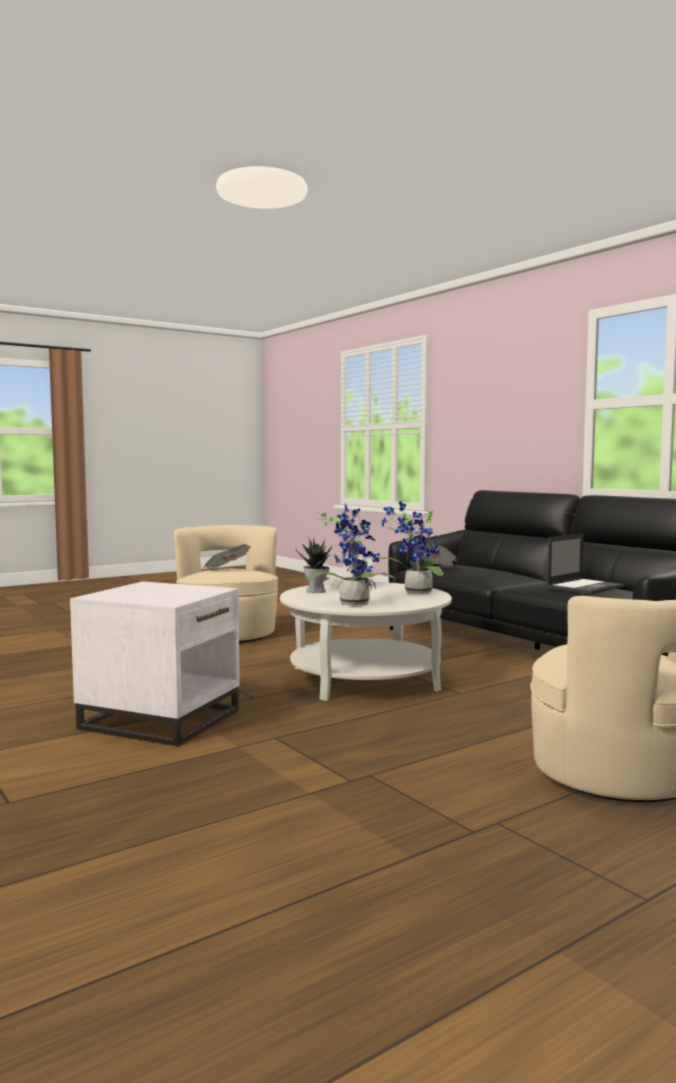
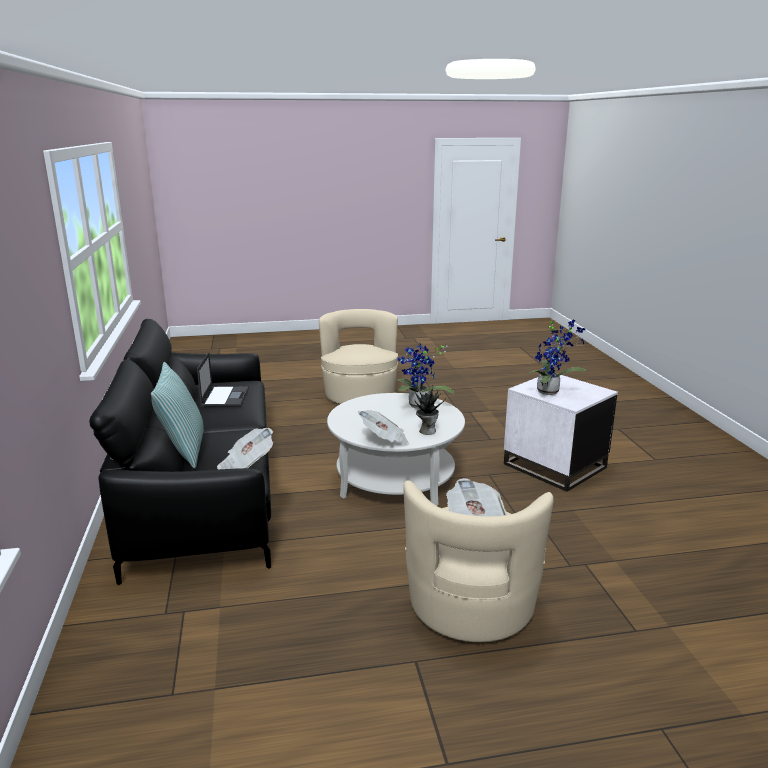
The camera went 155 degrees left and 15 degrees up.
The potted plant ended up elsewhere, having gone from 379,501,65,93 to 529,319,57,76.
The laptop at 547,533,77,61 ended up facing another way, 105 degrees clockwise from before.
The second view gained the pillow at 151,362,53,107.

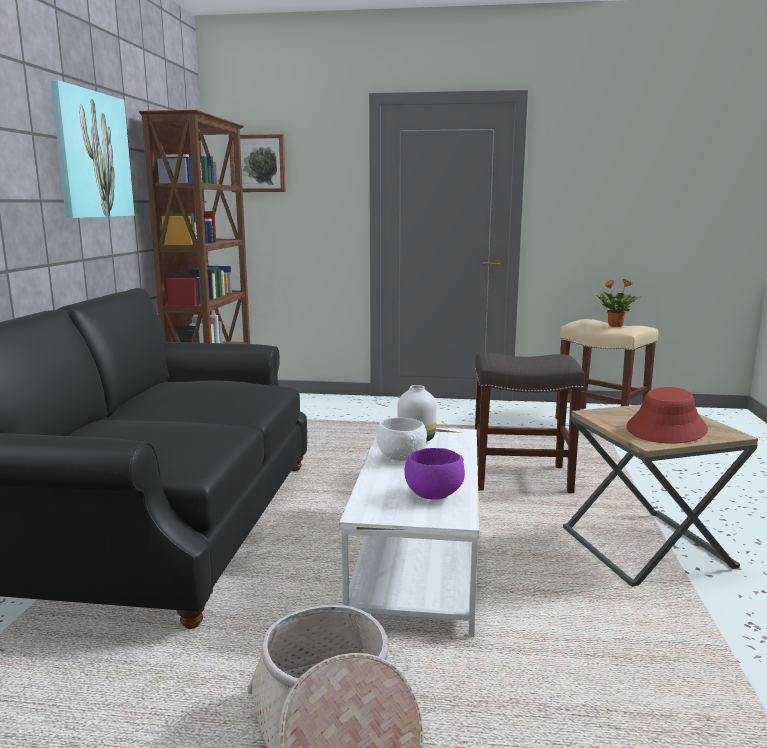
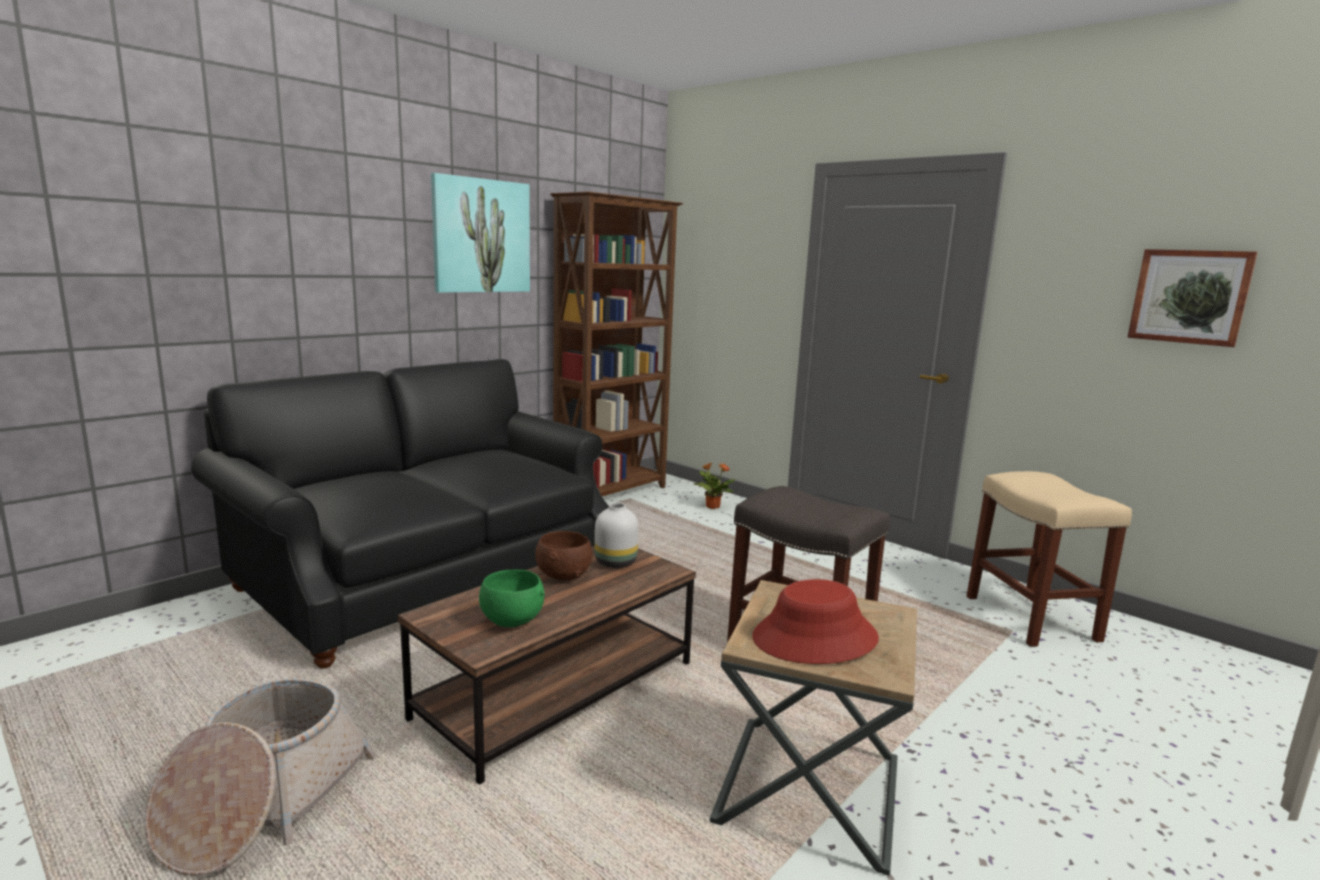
The camera went 35 degrees right and 0 degrees up.
The picture ended up elsewhere, having gone from 229,134,57,58 to 1127,249,131,98.
The potted plant ended up elsewhere, having gone from 596,278,43,49 to 693,462,43,47.
What was the bowl (white) at 376,417,51,44 turned into the bowl (brown) at 535,531,57,49.
What was the coffee table (white) at 339,428,140,209 turned into the coffee table (brown) at 397,546,299,239.
What was the bowl (purple) at 404,448,61,52 turned into the bowl (green) at 479,570,65,57.

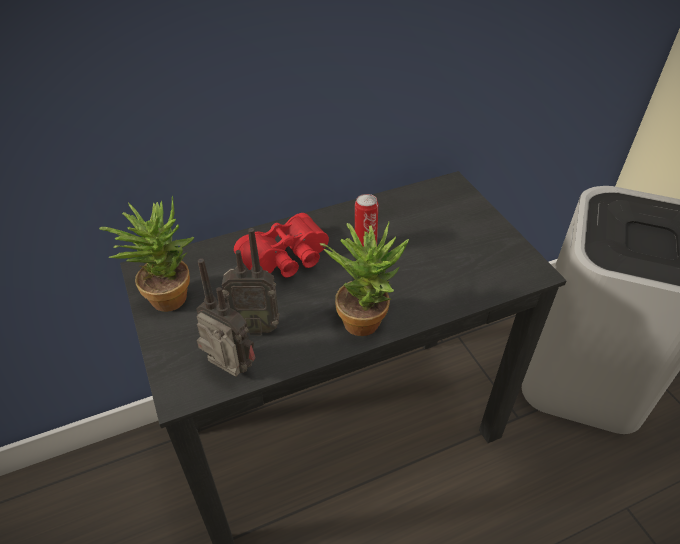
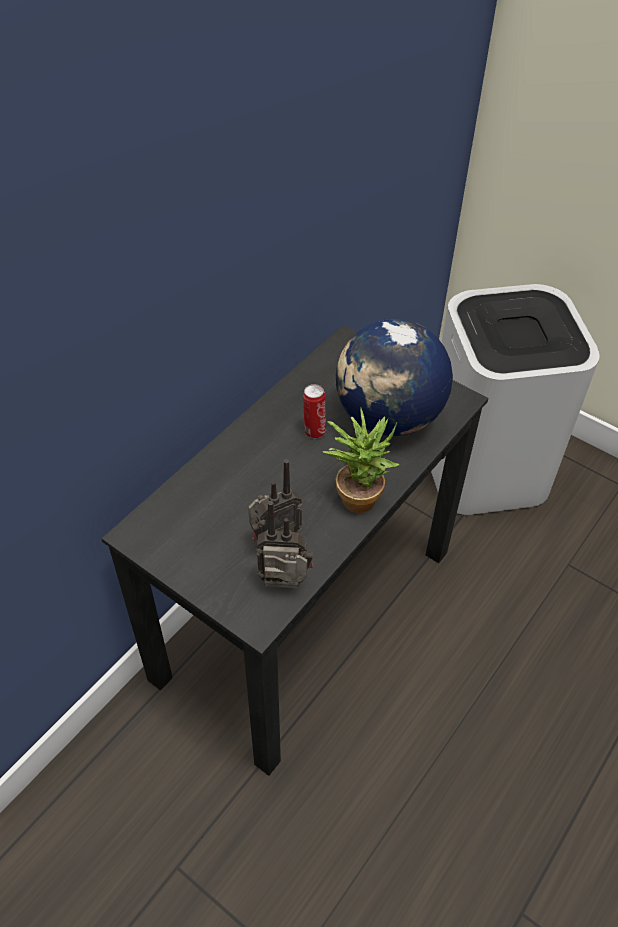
The camera went 30 degrees left and 5 degrees up.
The second view lost the potted plant at 99,196,96,116.
The second view lost the binoculars (red) at 234,213,95,65.
The second view gained the globe at 336,319,117,117.

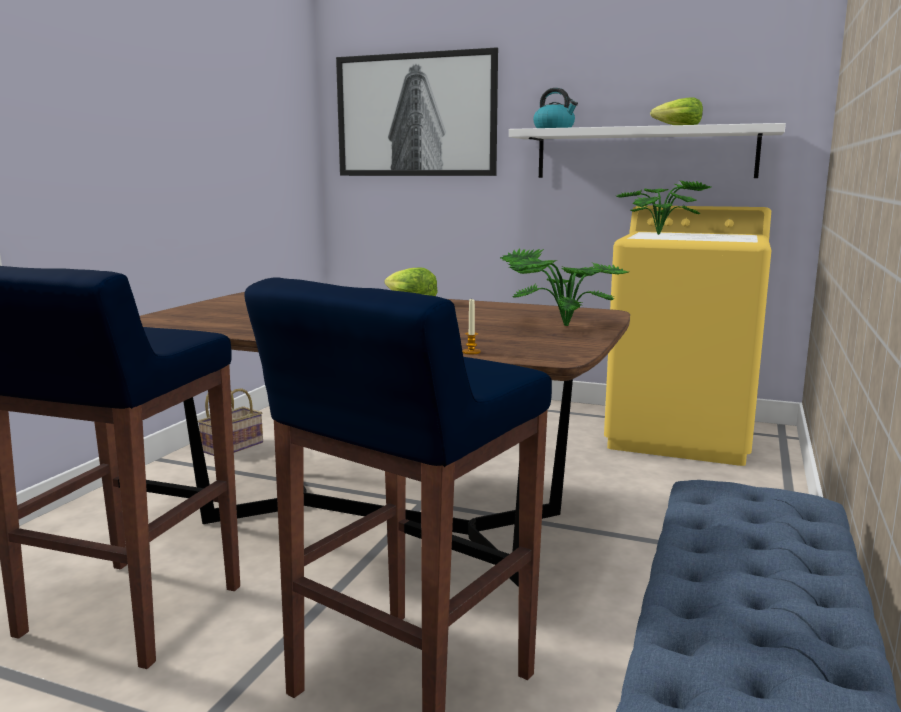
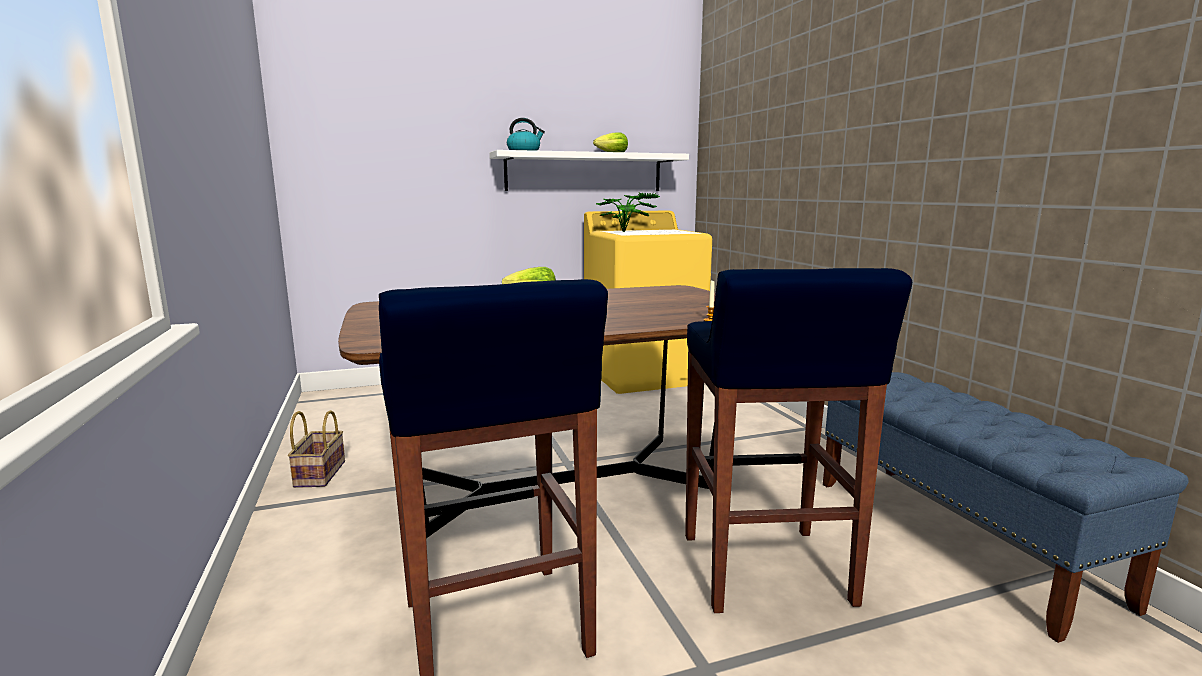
The camera went 40 degrees left and 0 degrees up.
The second view lost the picture at 336,47,162,129.
The second view lost the potted plant at 500,249,129,78.

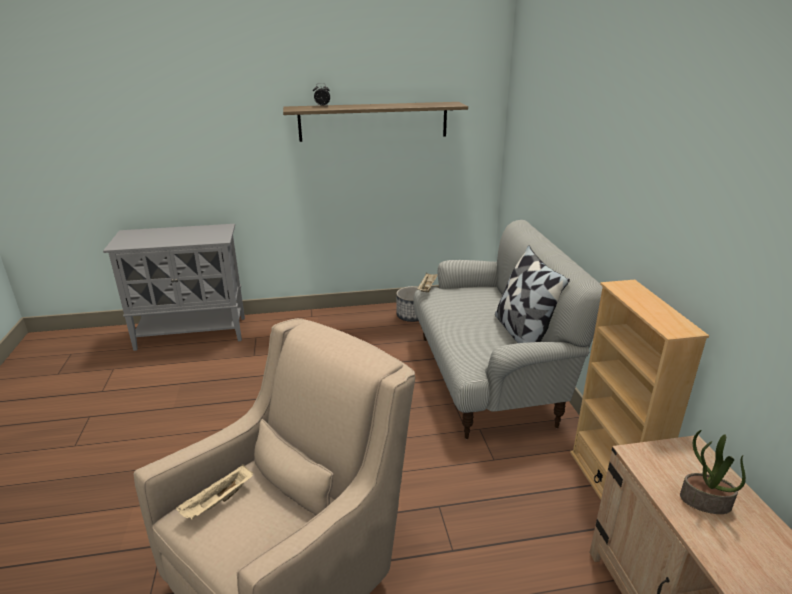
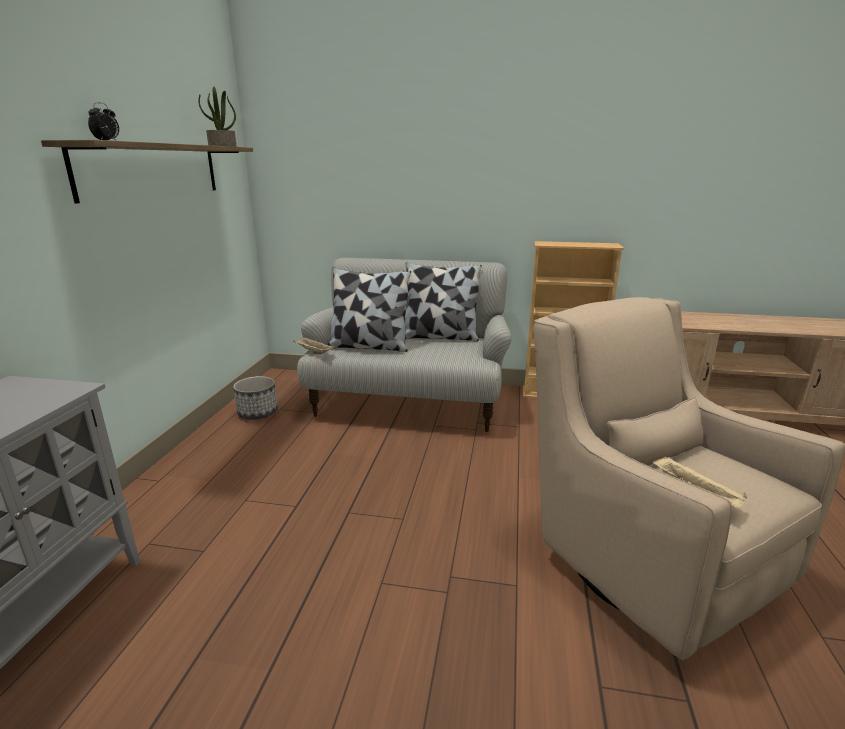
The camera went 70 degrees left and 5 degrees down.
The potted plant ended up elsewhere, having gone from 680,430,66,84 to 198,86,38,61.
The second view gained the pillow at 327,267,84,85.

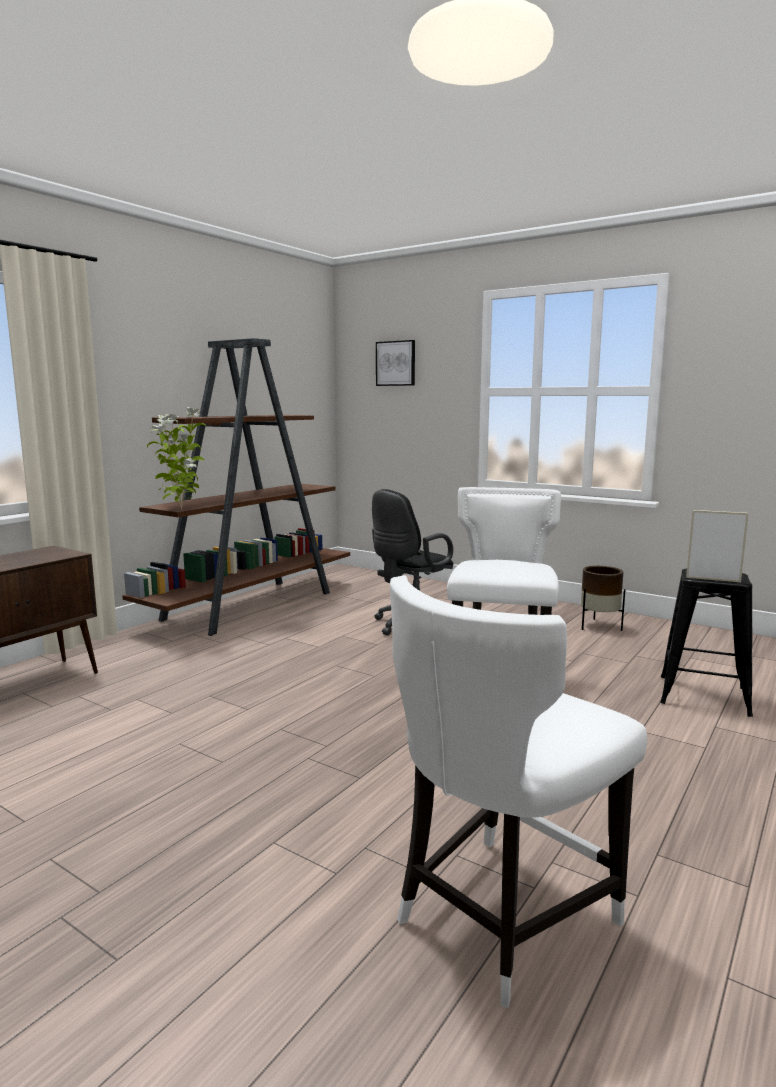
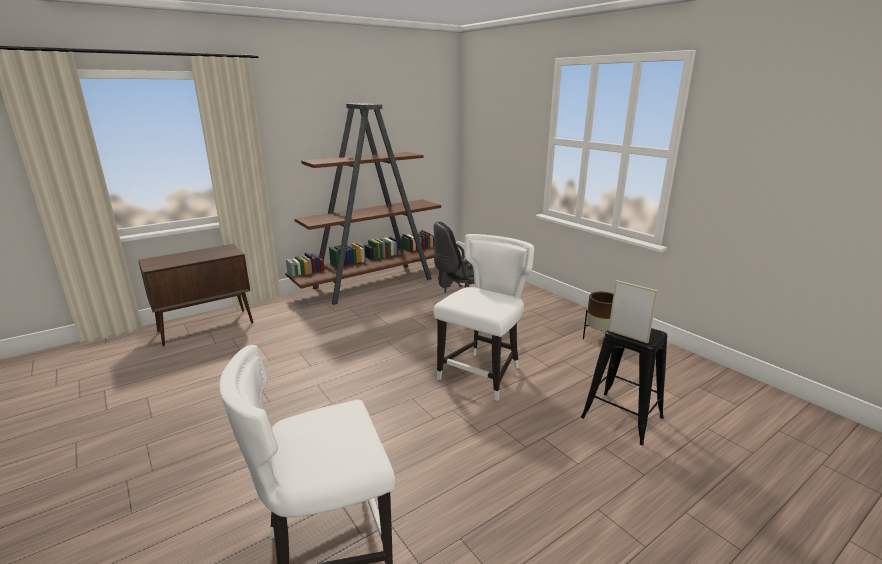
The camera went 20 degrees right and 10 degrees up.
The second view lost the picture at 376,340,39,46.
The second view lost the potted plant at 147,407,59,103.

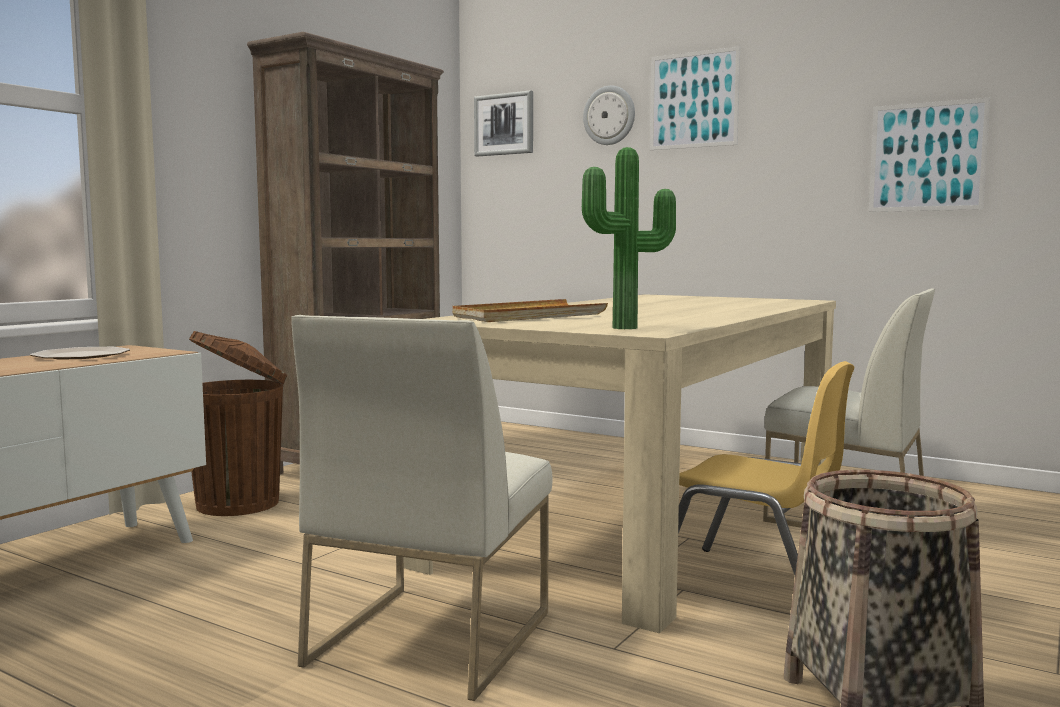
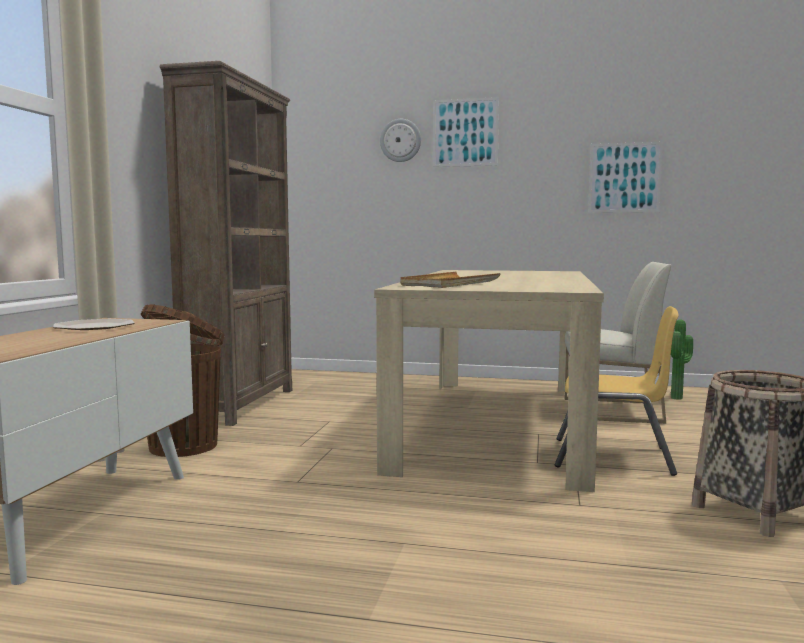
The camera went 20 degrees left and 0 degrees up.
The second view lost the picture at 474,90,59,66.
The potted plant ended up elsewhere, having gone from 582,147,94,182 to 671,320,22,80.
The second view lost the chair (white) at 291,315,261,386.

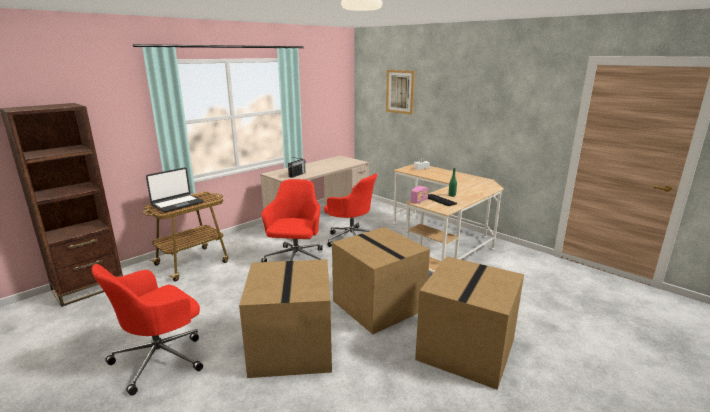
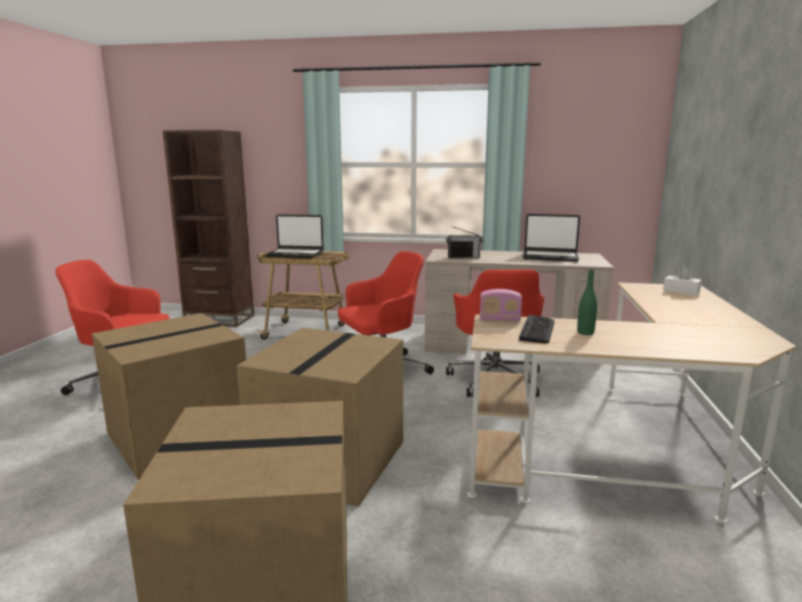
The camera went 55 degrees right and 5 degrees down.
The second view lost the picture at 386,70,29,45.
The second view gained the laptop at 523,214,57,48.

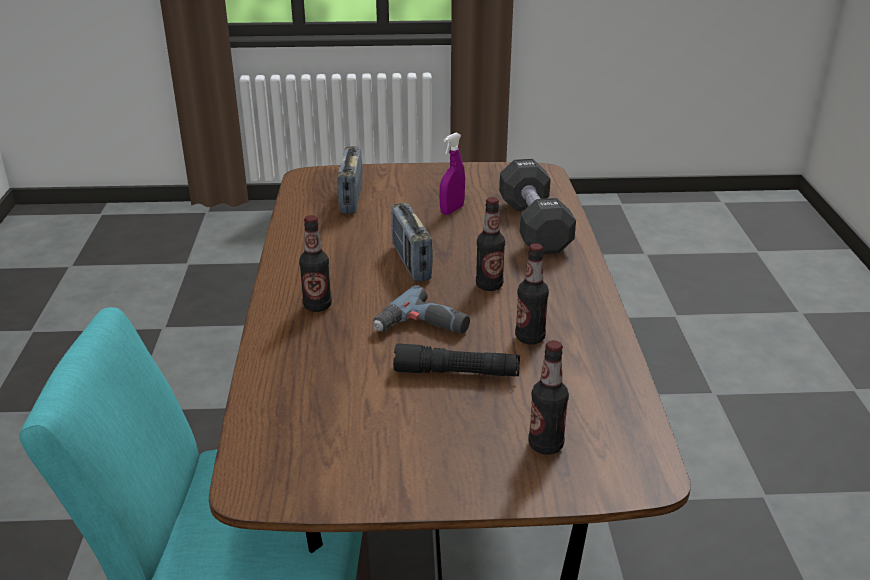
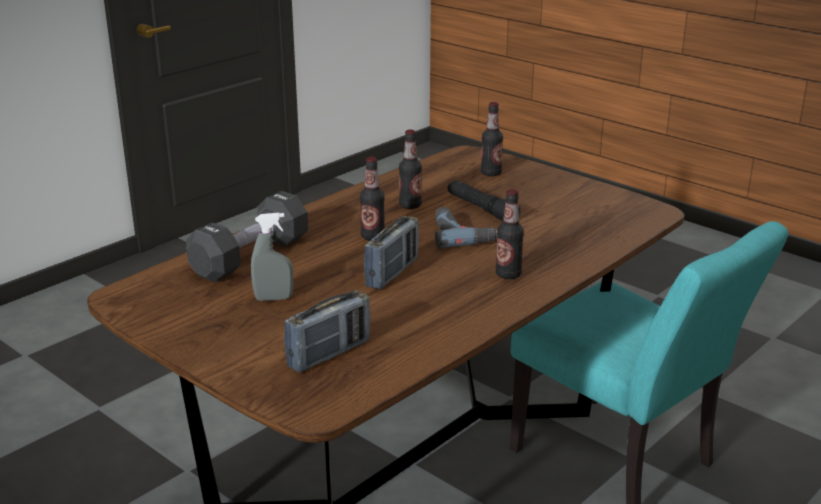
The camera went 135 degrees left and 5 degrees down.
What was the spray bottle (purple) at 439,133,26,82 turned into the spray bottle (grey) at 251,213,42,88.

